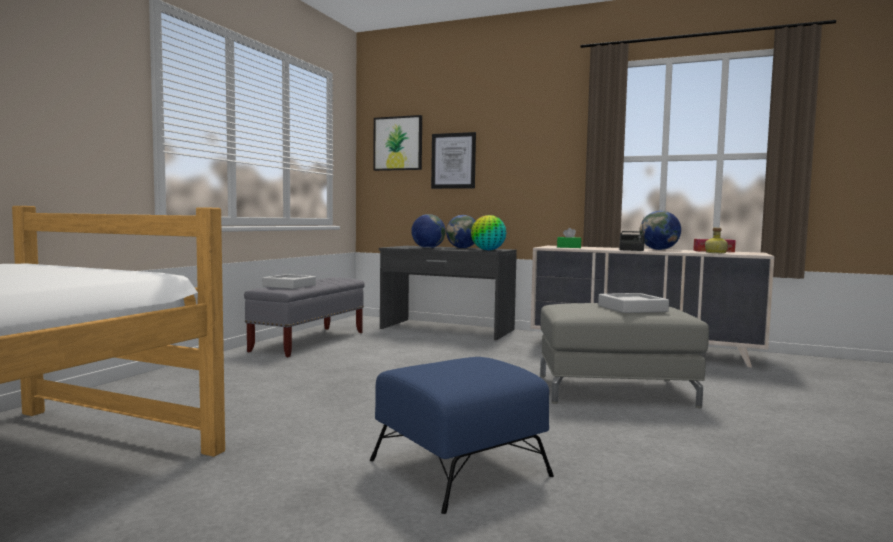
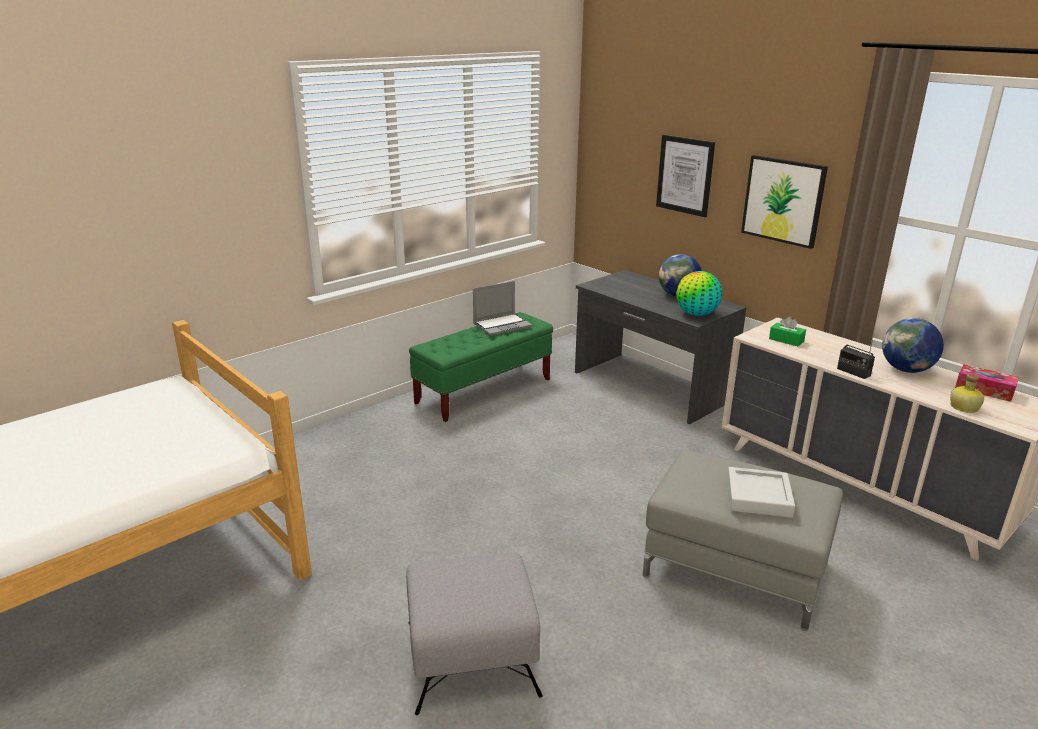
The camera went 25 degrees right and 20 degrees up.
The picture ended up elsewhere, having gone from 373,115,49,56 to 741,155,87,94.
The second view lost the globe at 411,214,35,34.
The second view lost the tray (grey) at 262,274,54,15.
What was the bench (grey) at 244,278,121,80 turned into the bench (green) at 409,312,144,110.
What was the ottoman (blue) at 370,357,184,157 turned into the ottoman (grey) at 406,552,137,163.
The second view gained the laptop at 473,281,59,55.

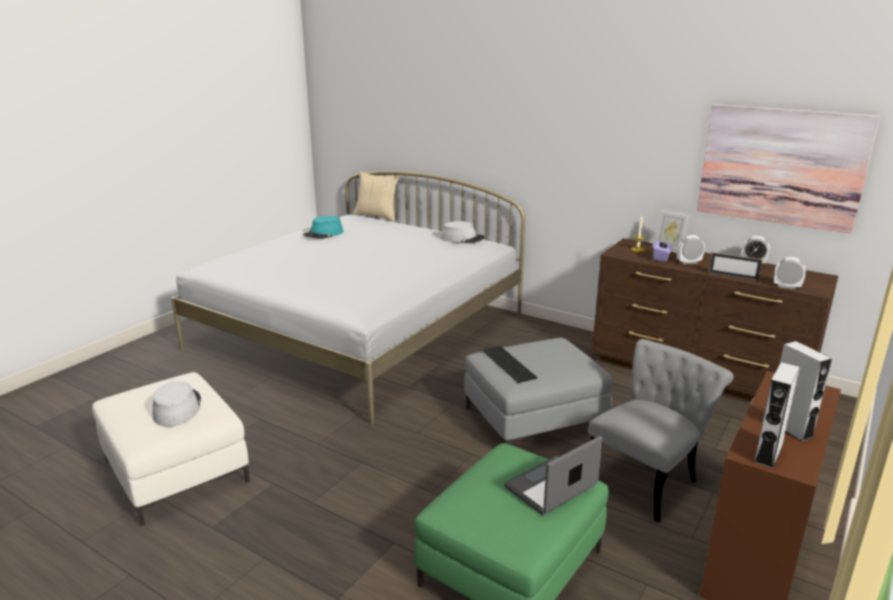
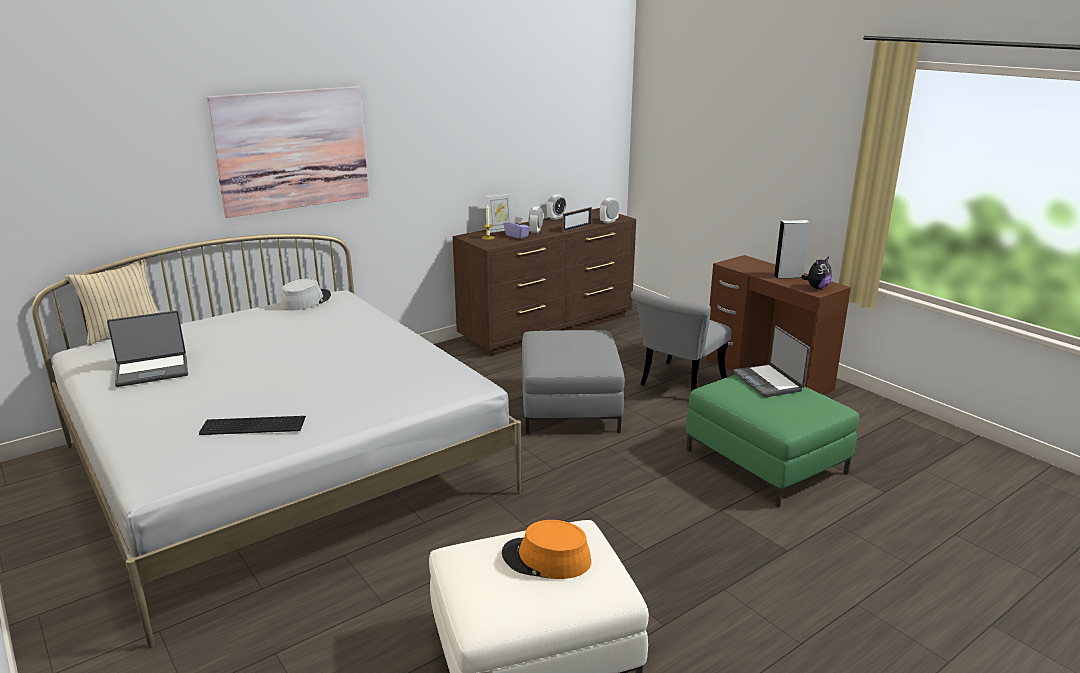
The camera went 70 degrees left and 0 degrees up.
The picture ended up elsewhere, having gone from 697,104,183,130 to 206,86,163,132.
Where the hat (turquoise) stood at 304,216,39,23, the laptop came to stand at 107,311,81,76.
The chair (grey) at 588,339,146,184 ended up facing another way, 120 degrees counterclockwise from before.
The keyboard ended up elsewhere, having gone from 483,346,55,37 to 199,416,107,19.
Where the speaker (grey) stood at 754,362,46,106, the plush toy came to stand at 801,257,31,32.
What was the hat (grey) at 153,381,48,46 turned into the hat (orange) at 502,520,89,59.

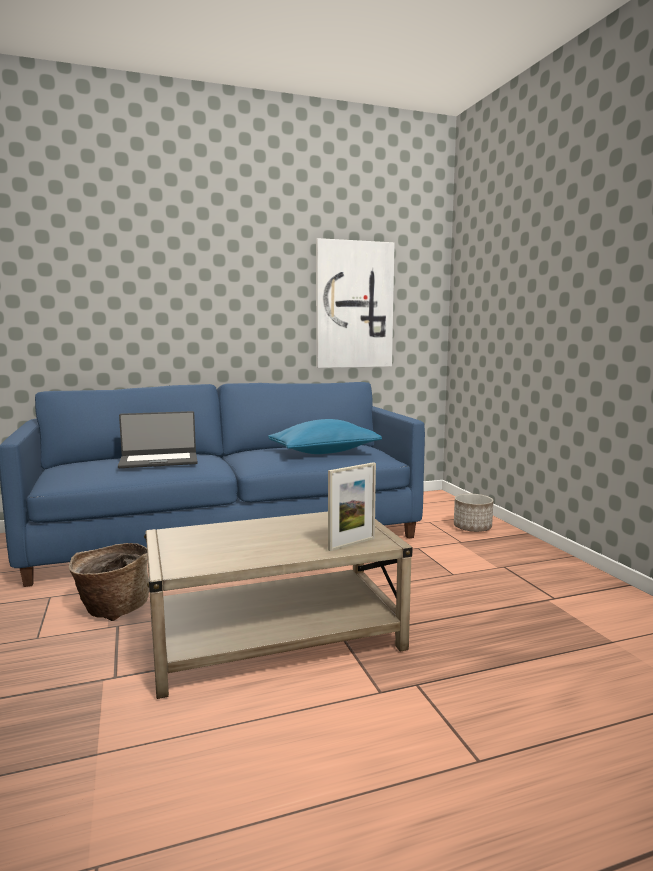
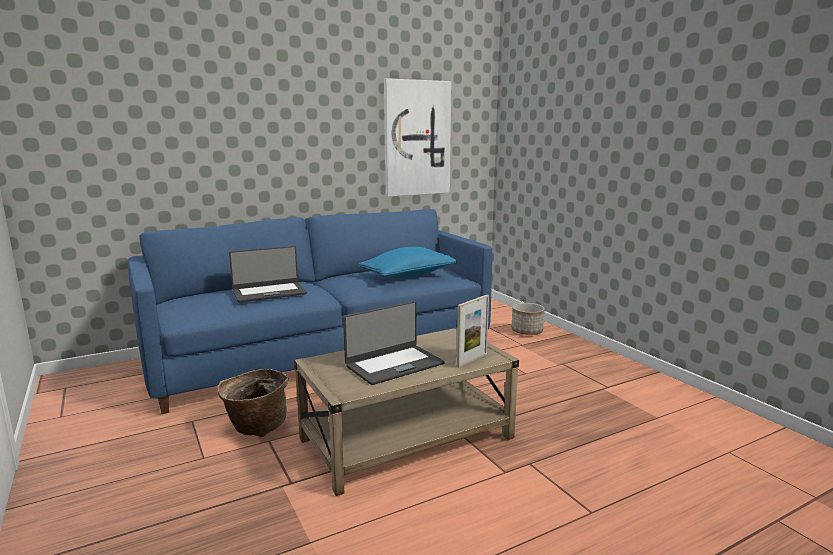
The camera went 10 degrees left and 5 degrees up.
The second view gained the laptop at 343,301,102,84.

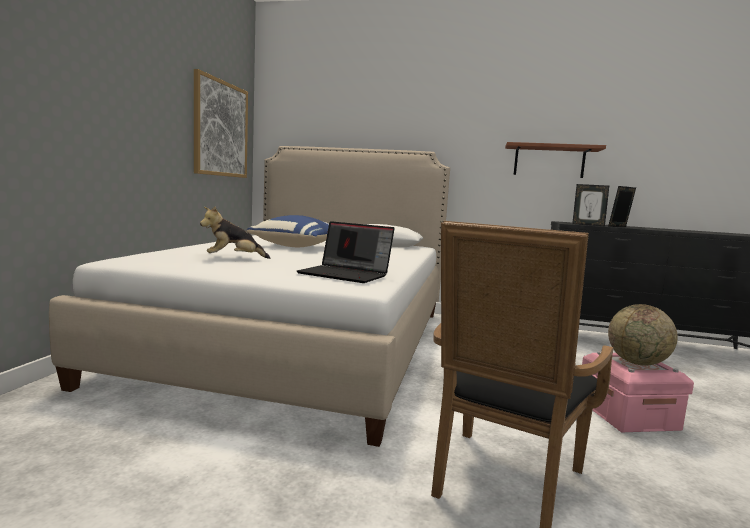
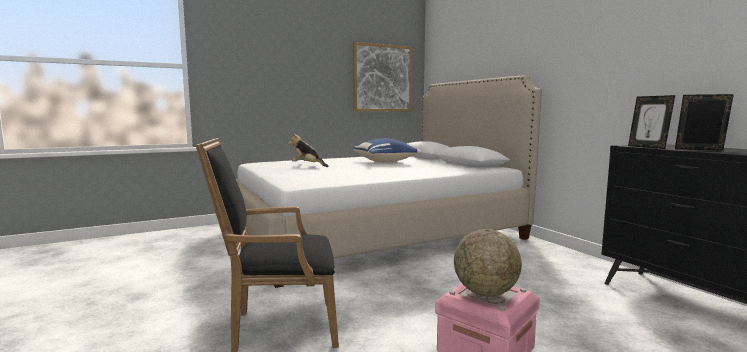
The camera went 50 degrees right and 0 degrees up.
The second view lost the shelf (brown) at 505,142,101,36.
The second view lost the laptop at 297,221,98,62.

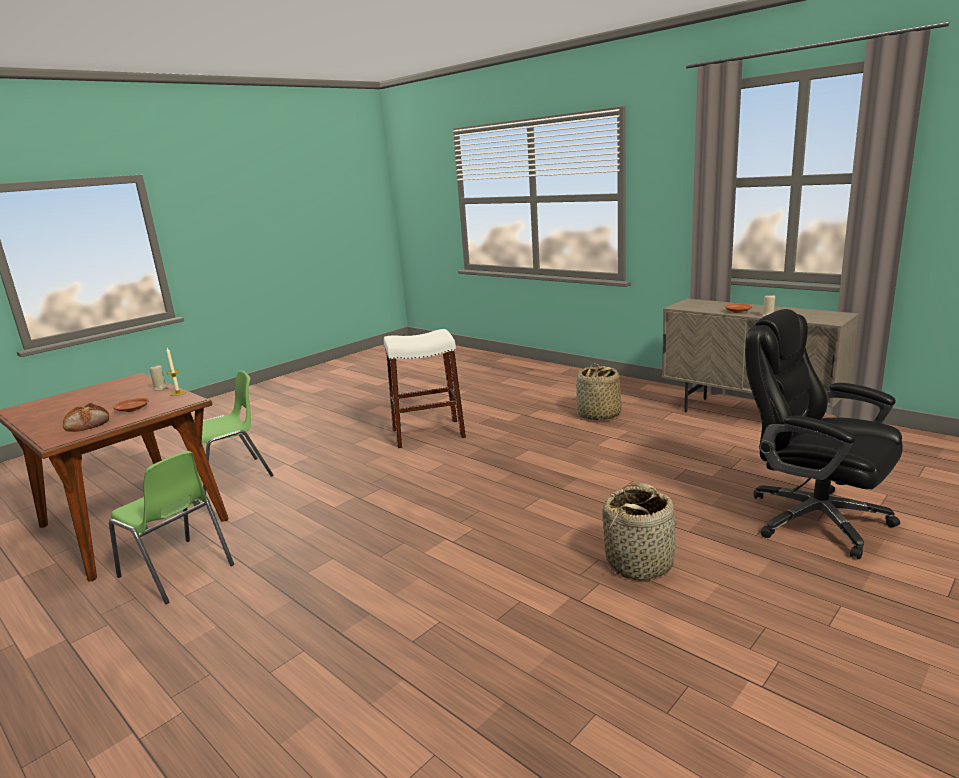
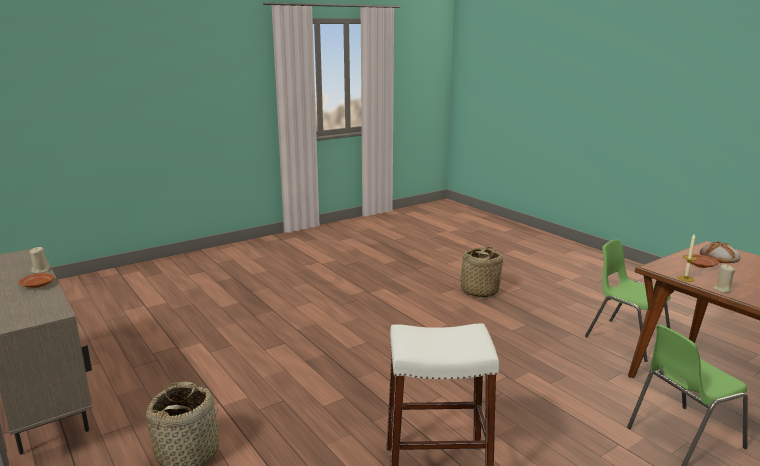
The camera went 170 degrees left and 0 degrees up.
The second view lost the office chair (black) at 745,309,158,250.
The basket ended up elsewhere, having gone from 602,483,75,98 to 454,246,49,52.

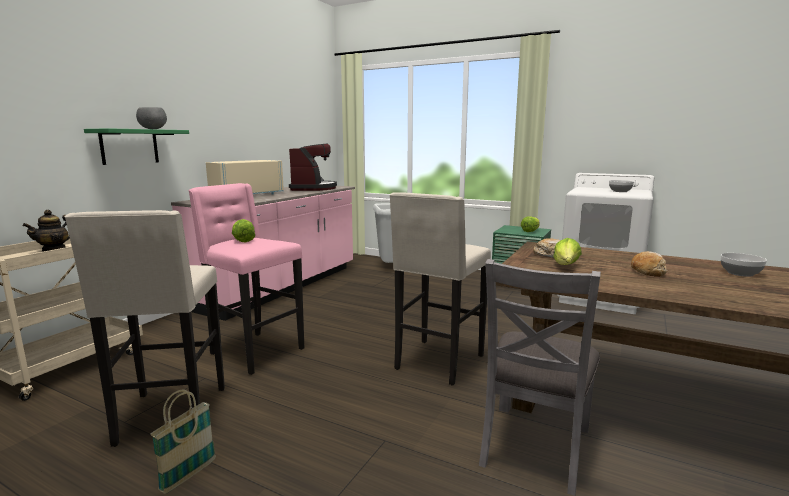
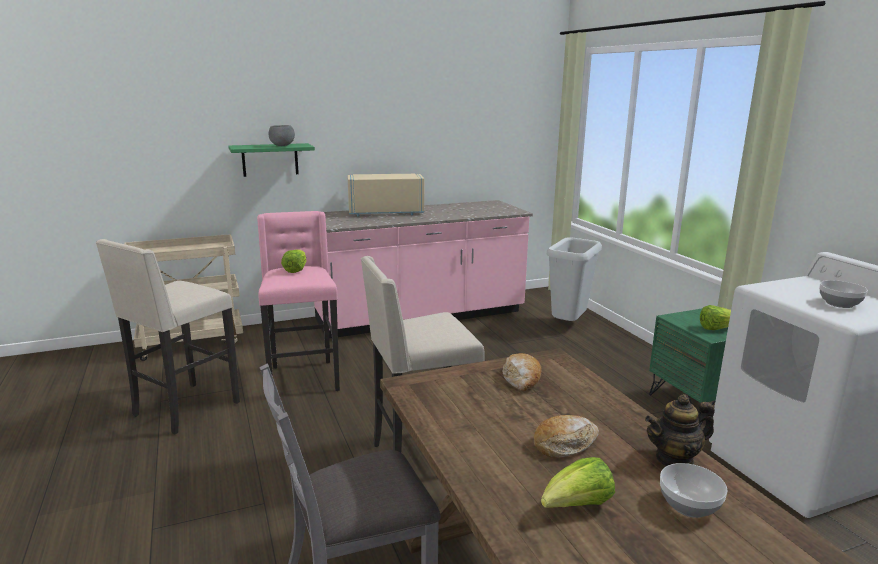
The camera went 40 degrees right and 5 degrees up.
The second view lost the coffee machine at 289,143,48,48.
The teapot ended up elsewhere, having gone from 22,210,48,42 to 645,394,70,72.
The lettuce ended up elsewhere, having gone from 553,238,29,27 to 541,457,74,51.
The second view lost the basket at 150,390,66,104.

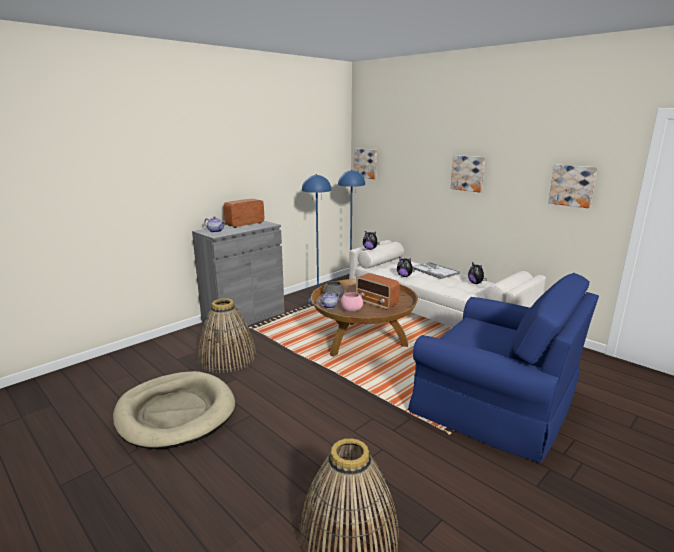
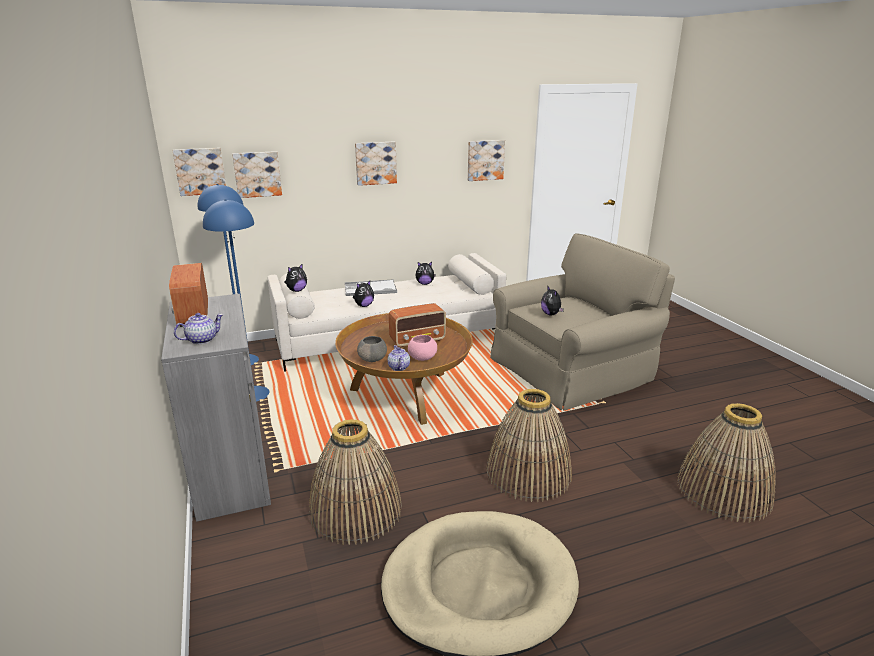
The camera went 65 degrees left and 5 degrees up.
What was the armchair (blue) at 408,273,191,190 turned into the armchair (beige) at 490,233,185,177.
The second view gained the picture at 232,151,50,47.
The second view gained the plush toy at 541,285,23,31.
The second view gained the basket at 486,389,86,113.

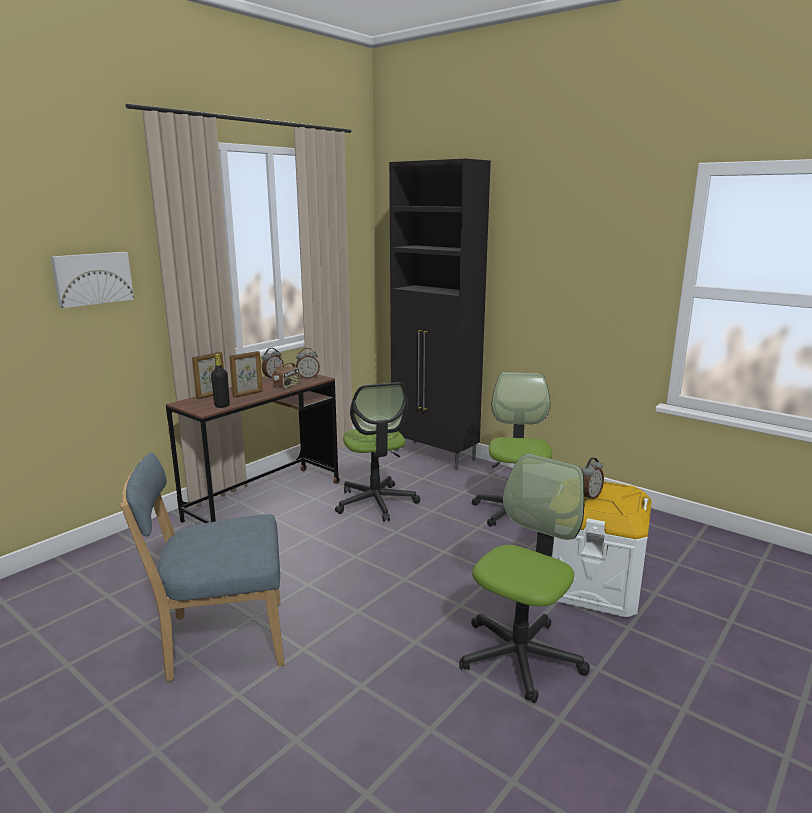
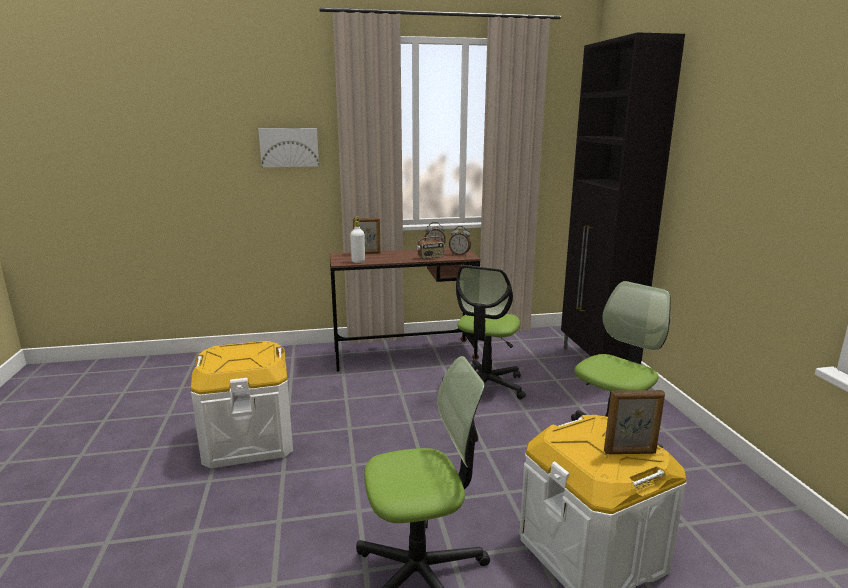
The camera went 40 degrees right and 0 degrees up.
The picture frame ended up elsewhere, having gone from 229,351,34,47 to 604,390,61,64.
What was the bottle (black) at 211,354,19,54 turned into the bottle (white) at 350,217,15,46.
Where the chair (blue) stood at 120,452,164,230, the storage box (white) came to stand at 191,341,102,127.
The second view lost the alarm clock at 582,457,22,44.

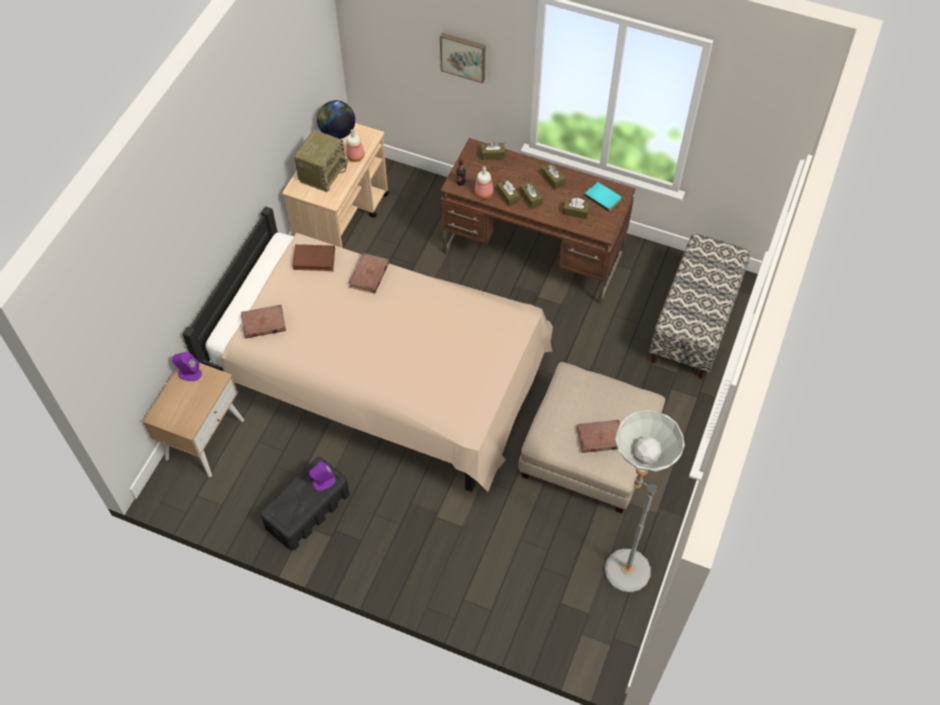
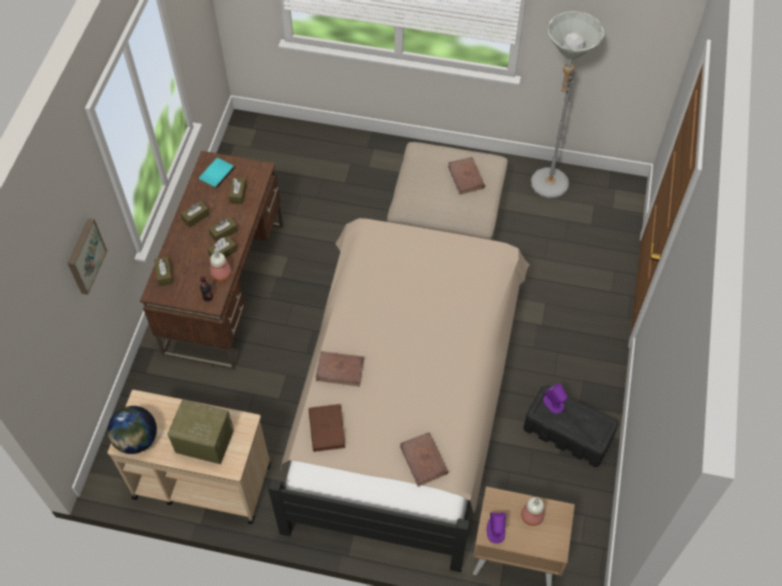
The camera went 100 degrees left and 0 degrees up.
The bottle ended up elsewhere, having gone from 346,129,19,33 to 521,497,23,29.
The second view lost the bench at 649,233,101,146.

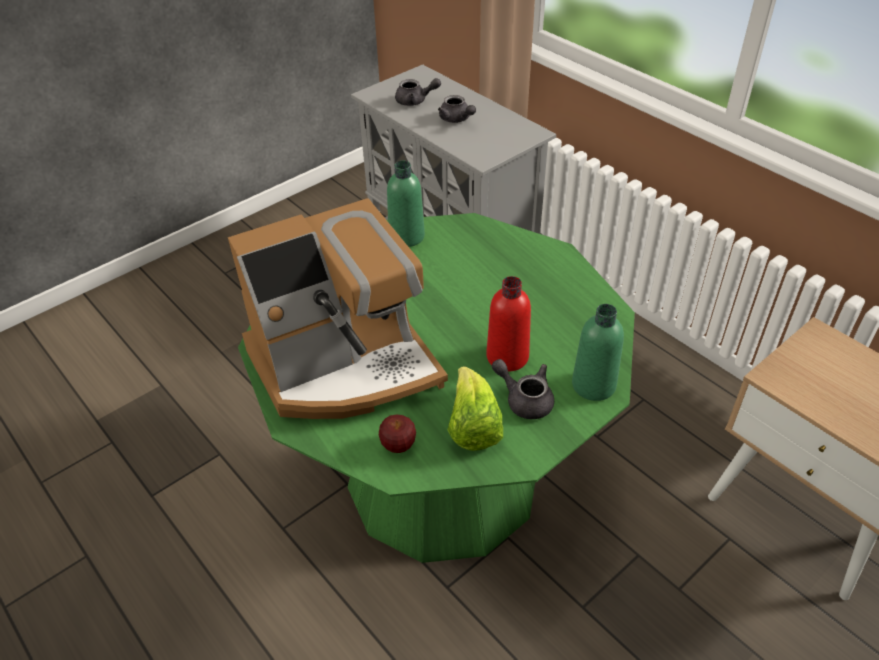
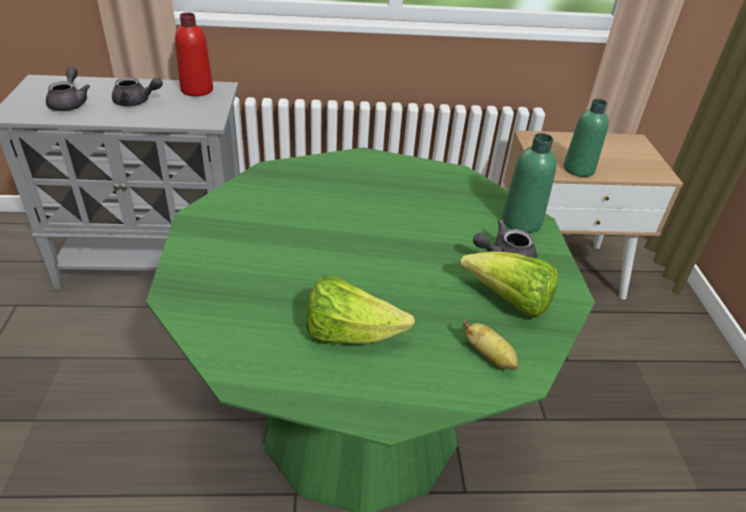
The camera went 55 degrees left and 5 degrees down.
The teapot (grey) at 395,78,46,28 ended up facing another way, 45 degrees counterclockwise from before.
The bottle (green) ended up elsewhere, having gone from 387,161,38,86 to 564,99,45,78.
Where the coffee machine stood at 228,198,220,221, the lettuce came to stand at 307,276,108,68.
The bottle (red) ended up elsewhere, having gone from 486,276,45,95 to 175,13,38,83.
Where the apple stood at 379,415,37,38, the banana came to stand at 463,319,56,51.

